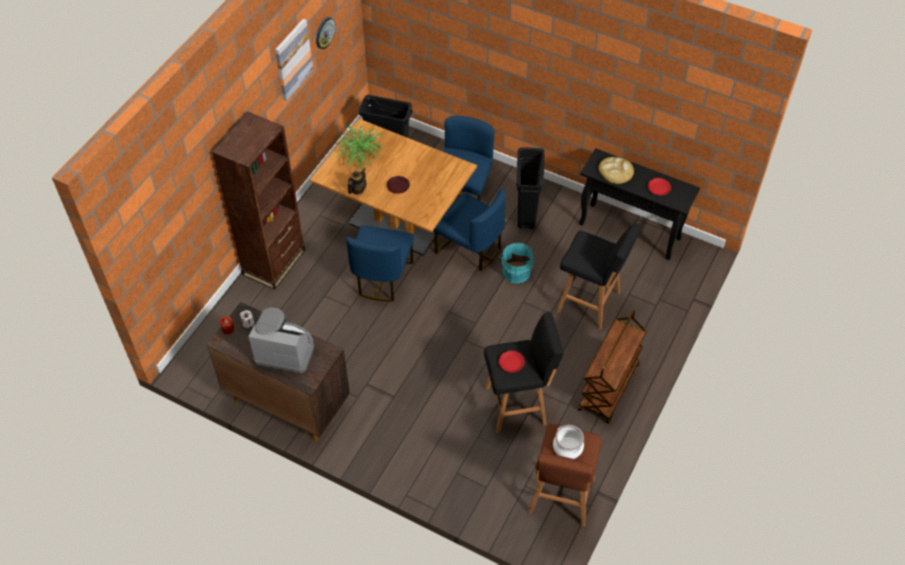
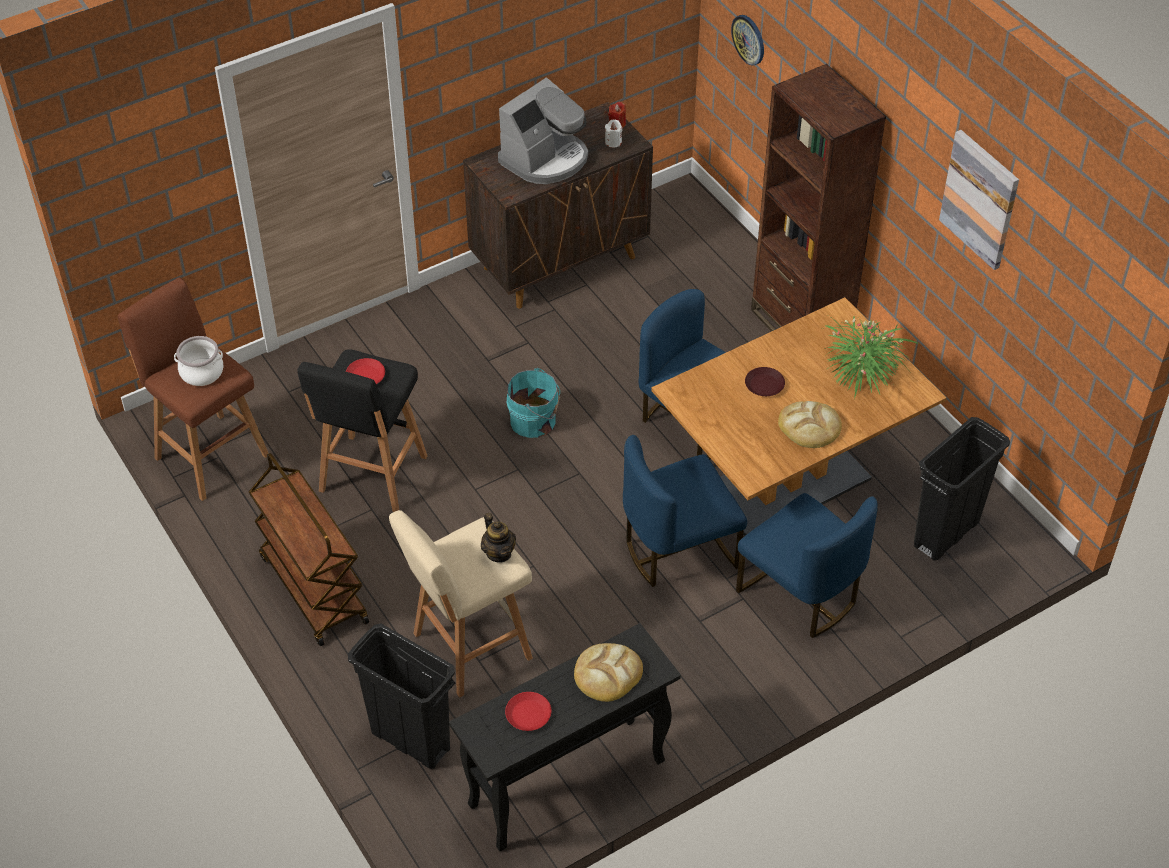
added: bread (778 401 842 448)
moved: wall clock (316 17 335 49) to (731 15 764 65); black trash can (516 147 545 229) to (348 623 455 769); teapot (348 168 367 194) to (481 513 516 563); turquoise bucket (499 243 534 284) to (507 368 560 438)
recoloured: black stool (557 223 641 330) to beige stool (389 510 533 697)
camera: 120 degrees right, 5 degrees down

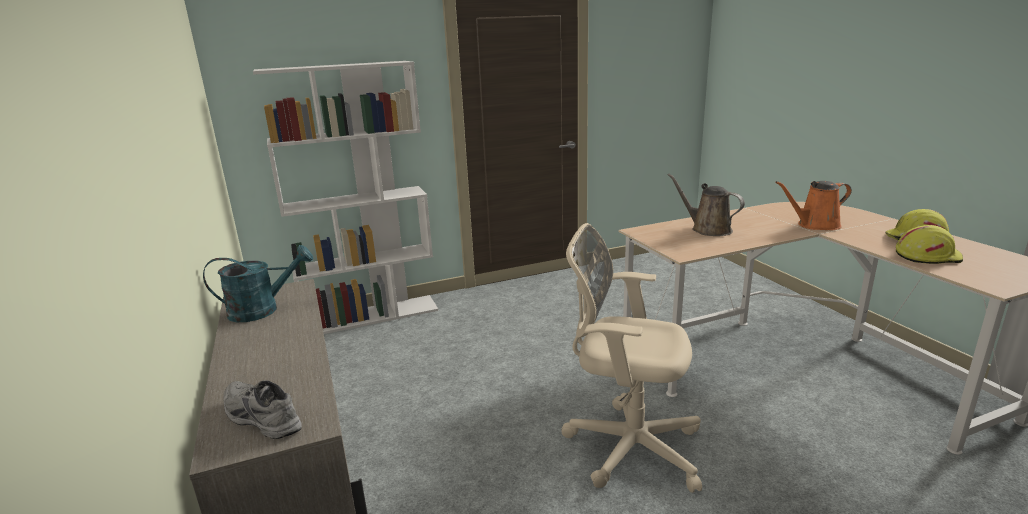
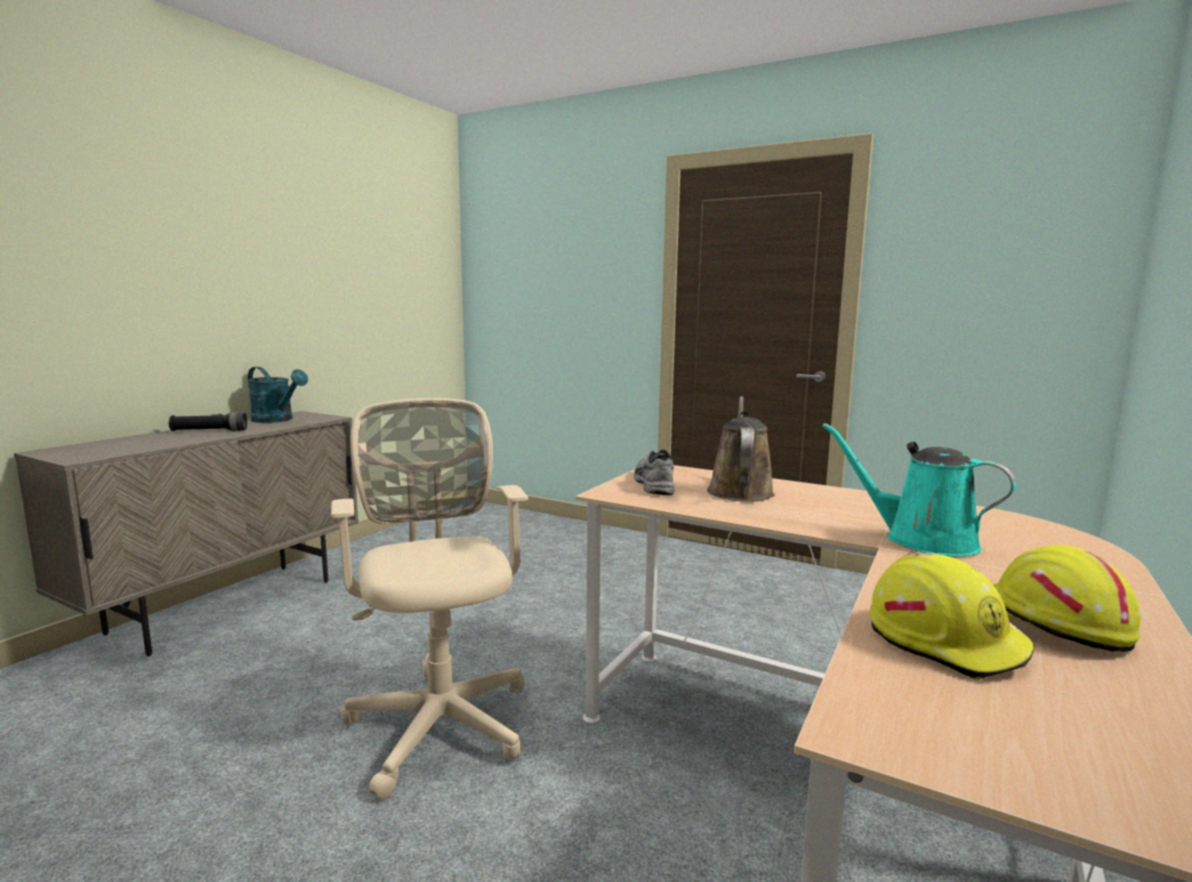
removed: white bookcase (253 61 438 334)
added: black flashlight (169 412 247 431)
moved: grey shoe (223 380 302 439) to (634 449 675 495)
recoloured: orange watering can (775 181 852 230) to turquoise watering can (822 423 1016 556)
camera: 50 degrees right, 10 degrees down

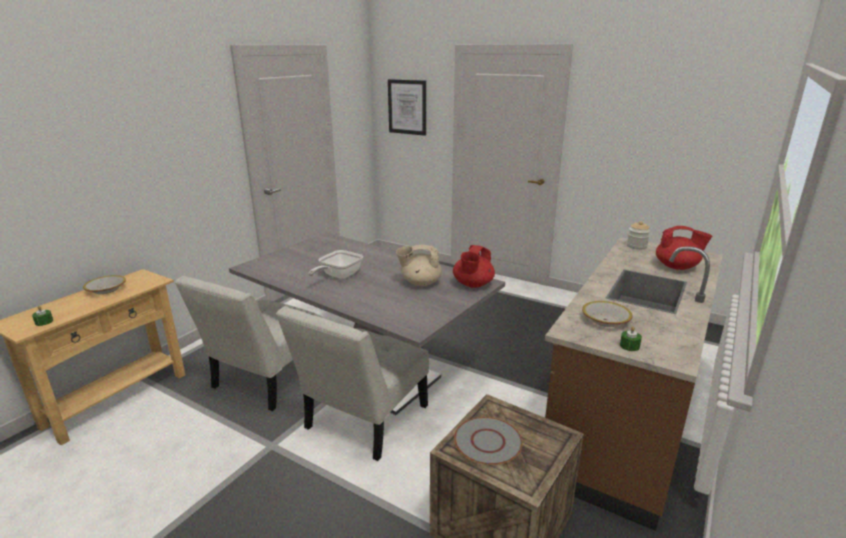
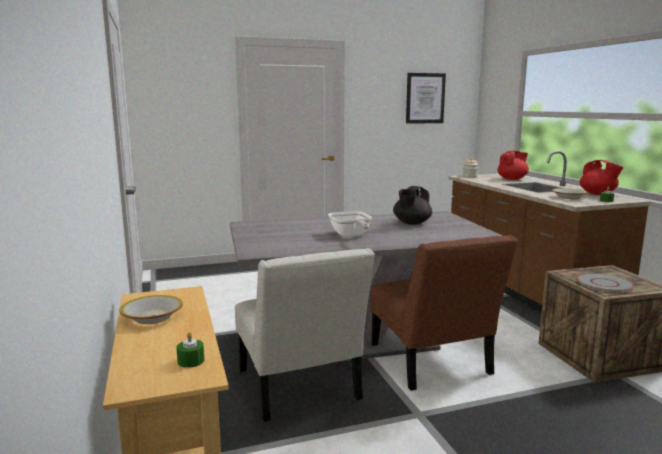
moved: picture (388 79 426 136) to (406 73 446 124); red teapot (453 245 495 288) to (580 160 623 195)
recoloured: beige teapot (396 245 442 286) to black teapot (393 186 432 225); white chair (276 306 429 461) to brown chair (370 235 518 391)
camera: 50 degrees left, 10 degrees down

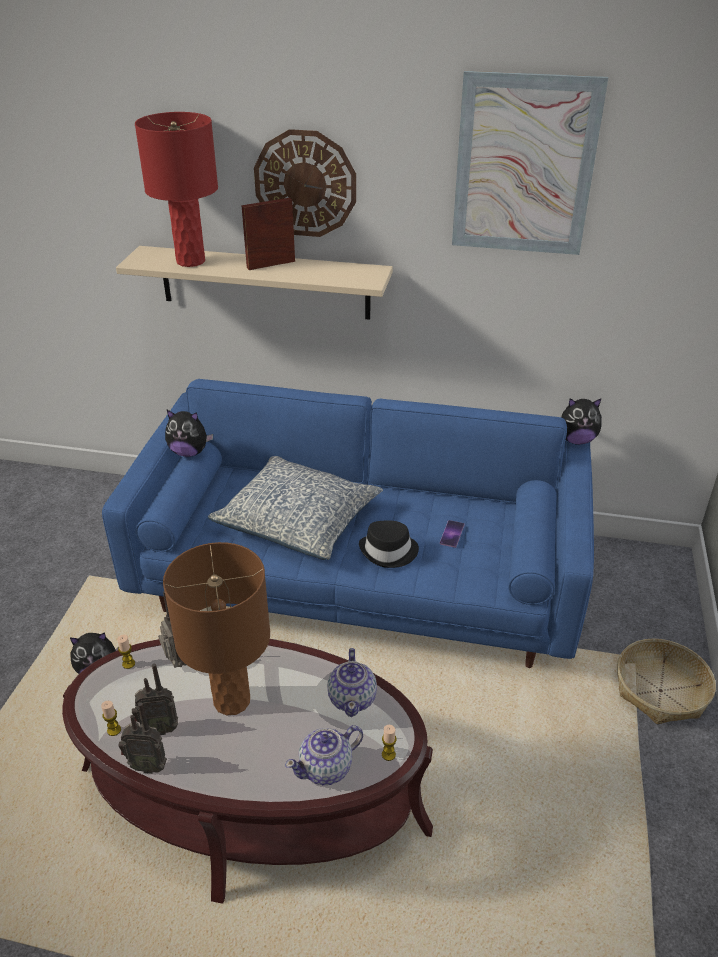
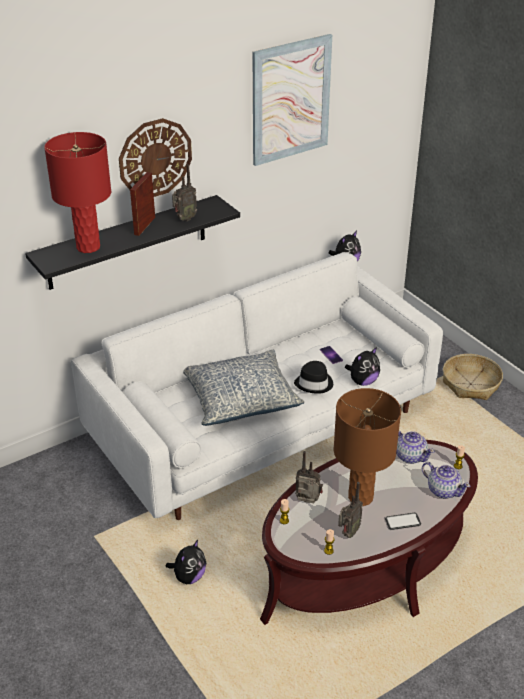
added: phone (385 513 421 530)
moved: plush toy (165 409 213 457) to (345 347 380 386); radio (118 703 167 774) to (172 164 197 221)
recoloured: beige shelf (116 246 393 320) to black shelf (25 195 240 290); blue sofa (102 379 594 668) to white sofa (71 252 443 520)
turned: teapot (285 725 363 785) = (422 462 471 499) 60 degrees counterclockwise
camera: 45 degrees left, 0 degrees up

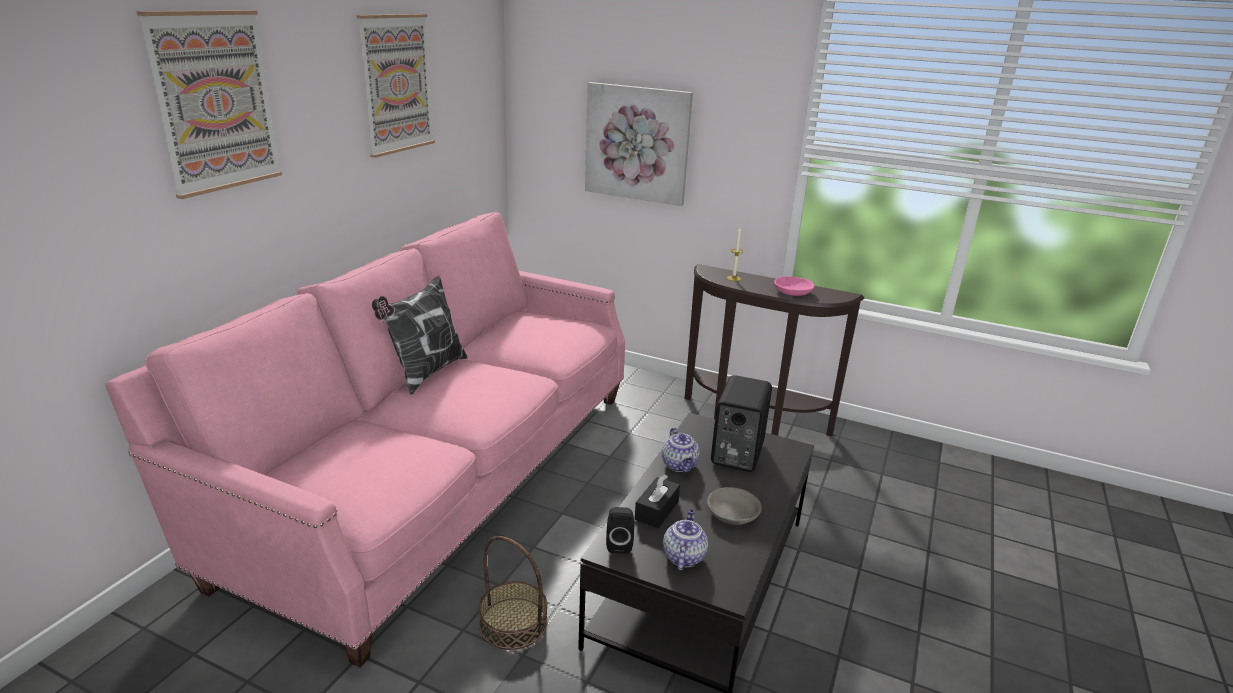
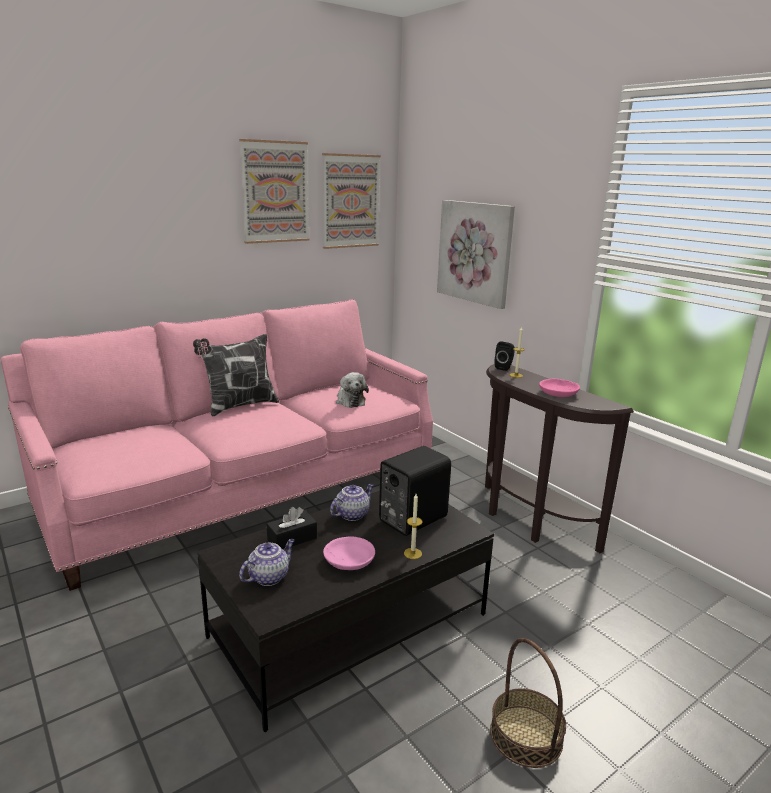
added: plush toy (336 372 369 408); candle (404 494 423 559)
moved: picture (137 10 282 199) to (322 153 381 249); black speaker (606 507 634 554) to (494 341 515 371); basket (478 536 548 650) to (490 638 566 768)
recoloured: grey bowl (707 487 762 525) to pink bowl (323 537 375 570)
turned: teapot (662 427 700 472) = (330 484 374 521) 150 degrees counterclockwise
camera: 30 degrees right, 5 degrees down

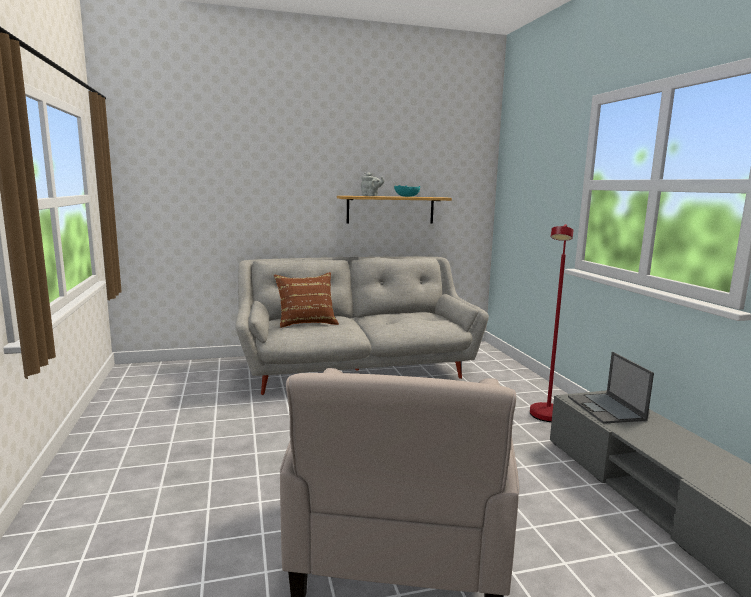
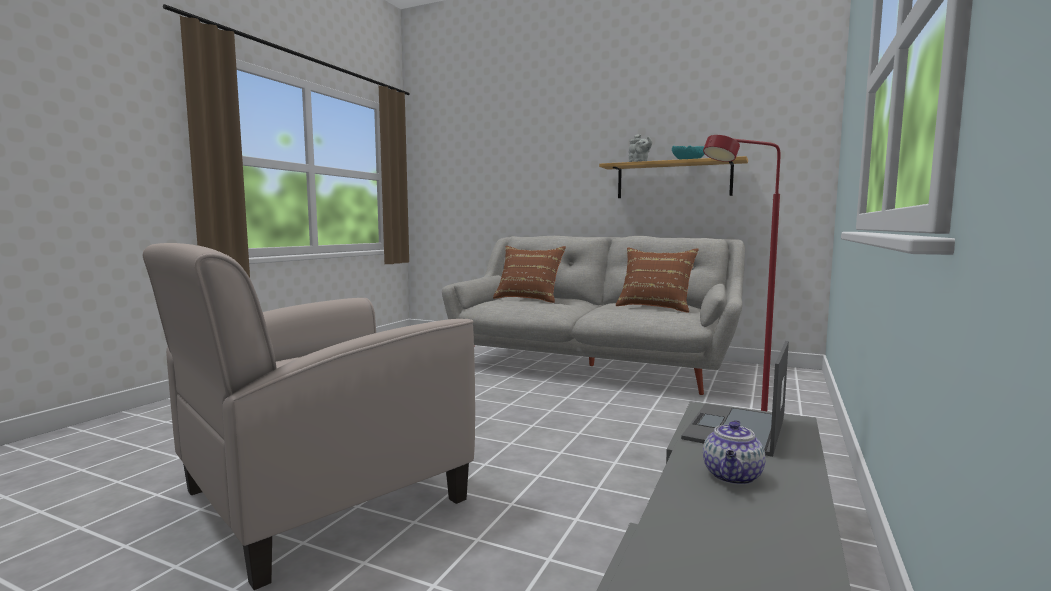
added: brown pillow (616 248 699 312); teapot (703 420 766 485)
camera: 40 degrees right, 5 degrees down

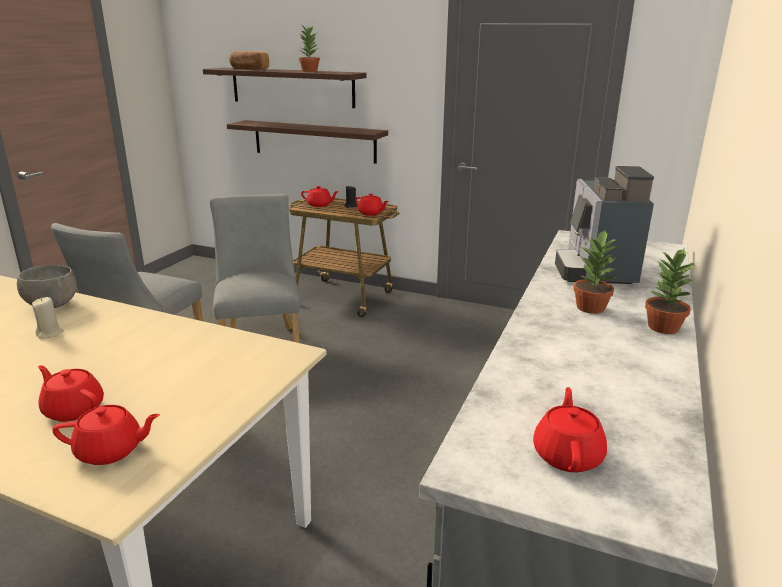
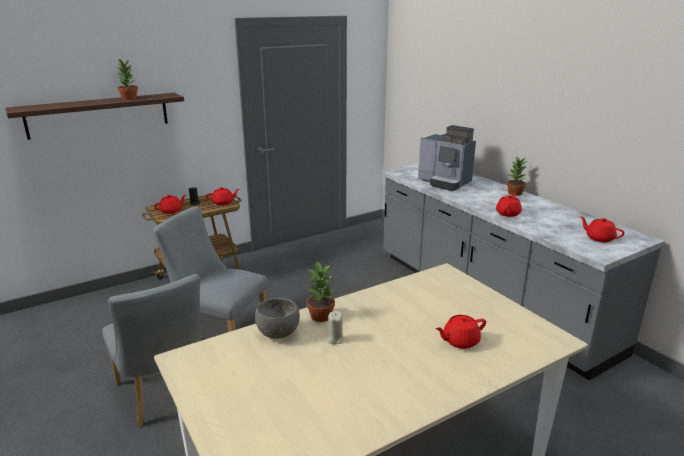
removed: bread (229 51 269 70); shelf (227 120 388 164)
moved: potted plant (573 230 617 314) to (306 262 335 322); red teapot (52 405 160 465) to (496 193 522 217)
camera: 55 degrees left, 0 degrees up

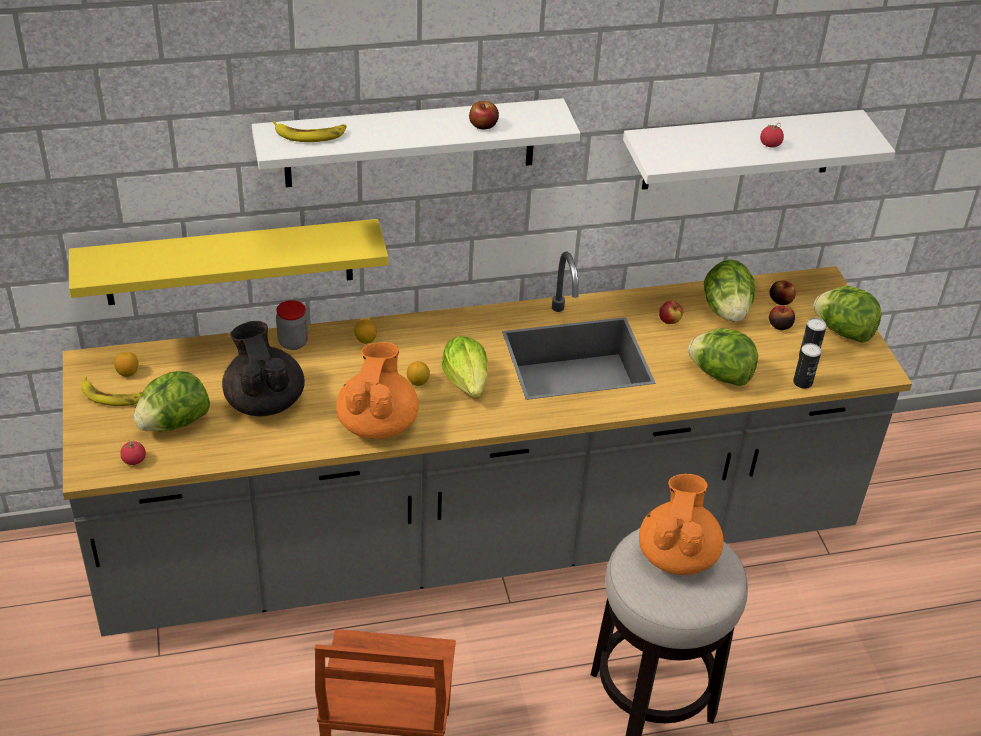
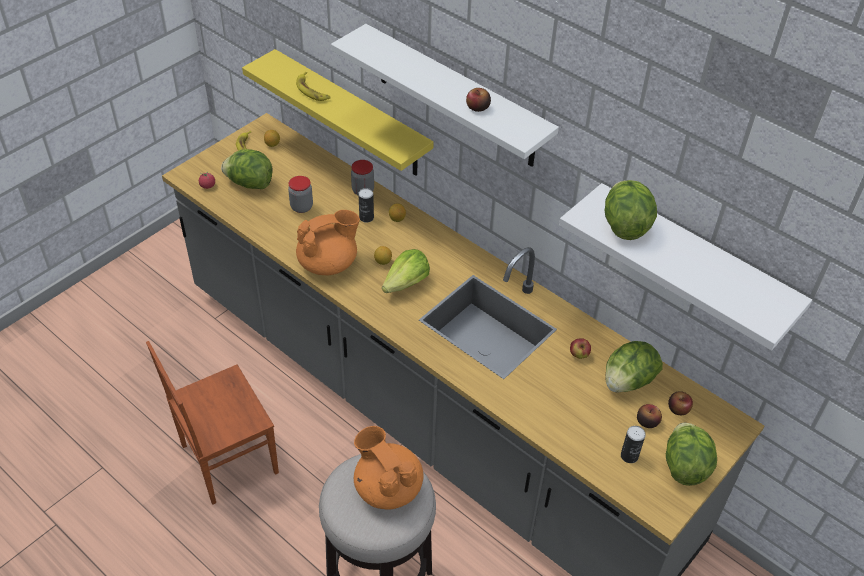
removed: tomato (760 123 784 148)
moved: banana (273 121 347 142) to (296 72 331 101); lettuce (688 328 758 386) to (605 180 657 240); can (793 343 821 389) to (358 188 374 223)
replaced: black teapot (222 321 305 416) to jar (288 176 313 213)
turned: orange teapot (639 474 724 575) = (354 426 424 509) 105 degrees counterclockwise
camera: 55 degrees right, 5 degrees up

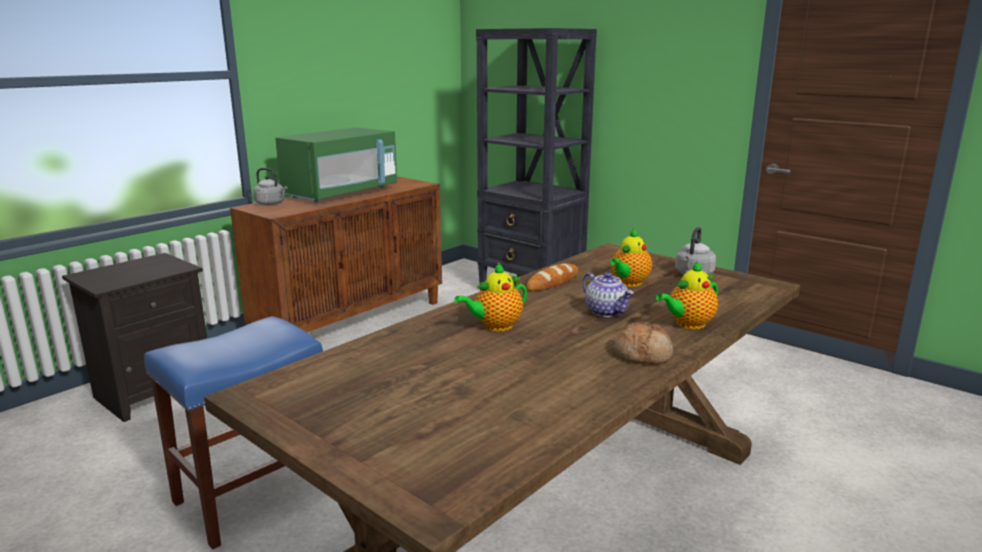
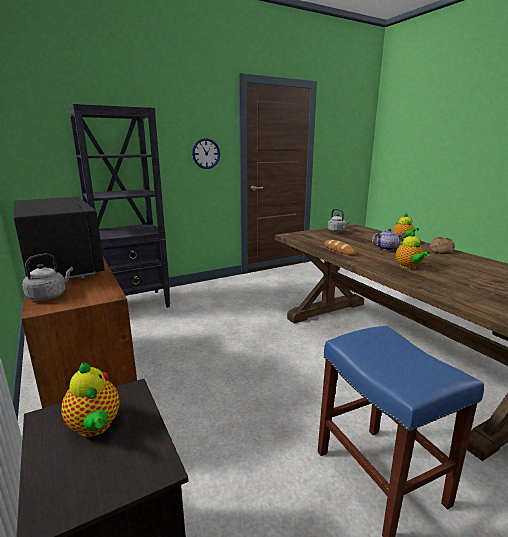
added: wall clock (192 138 220 169)
moved: teapot (610 228 652 287) to (61 362 120 437)
recoloured: green microwave (275 127 397 203) to black microwave (13 196 105 279)
camera: 70 degrees left, 0 degrees up

